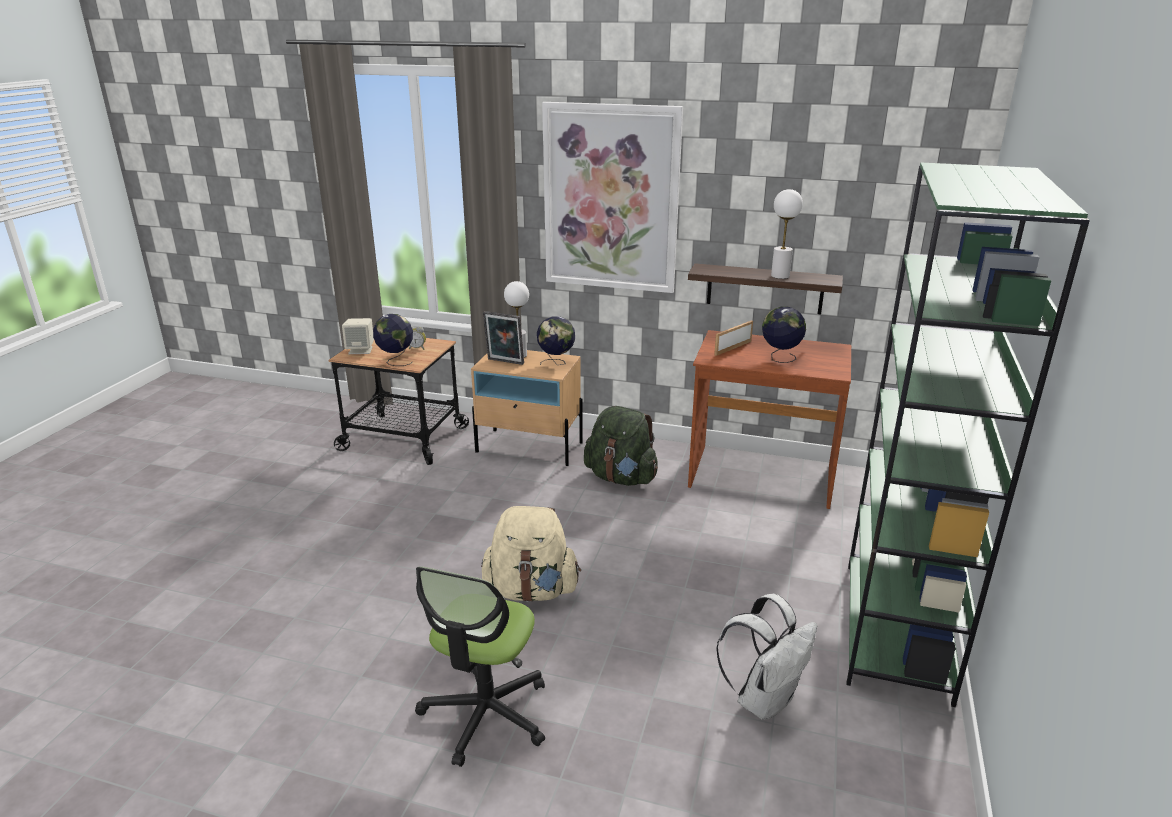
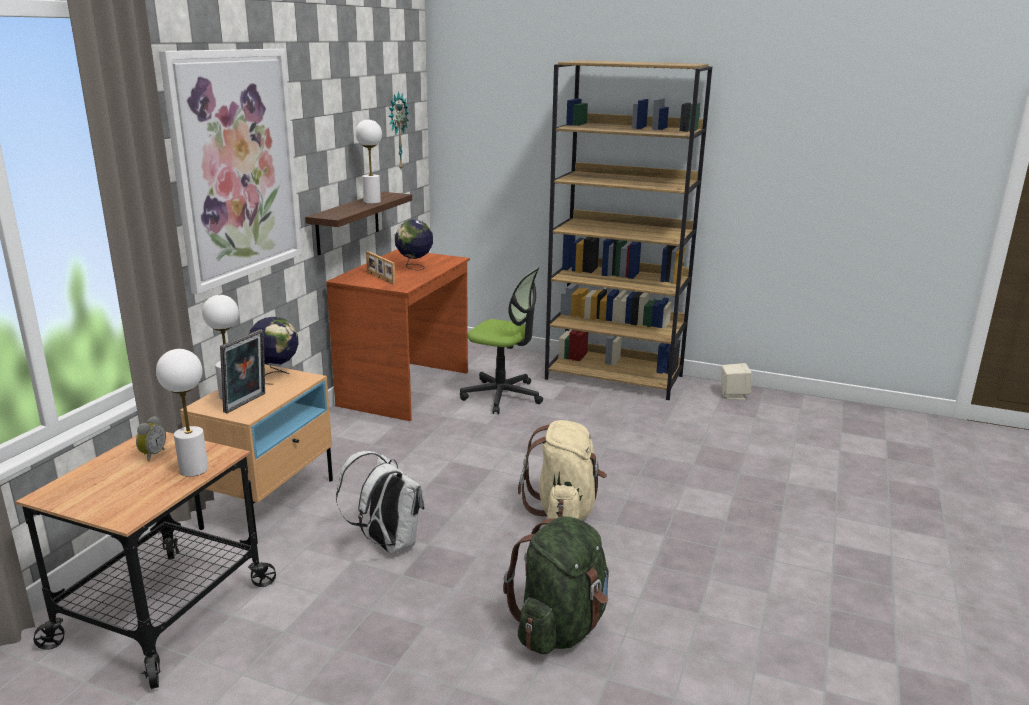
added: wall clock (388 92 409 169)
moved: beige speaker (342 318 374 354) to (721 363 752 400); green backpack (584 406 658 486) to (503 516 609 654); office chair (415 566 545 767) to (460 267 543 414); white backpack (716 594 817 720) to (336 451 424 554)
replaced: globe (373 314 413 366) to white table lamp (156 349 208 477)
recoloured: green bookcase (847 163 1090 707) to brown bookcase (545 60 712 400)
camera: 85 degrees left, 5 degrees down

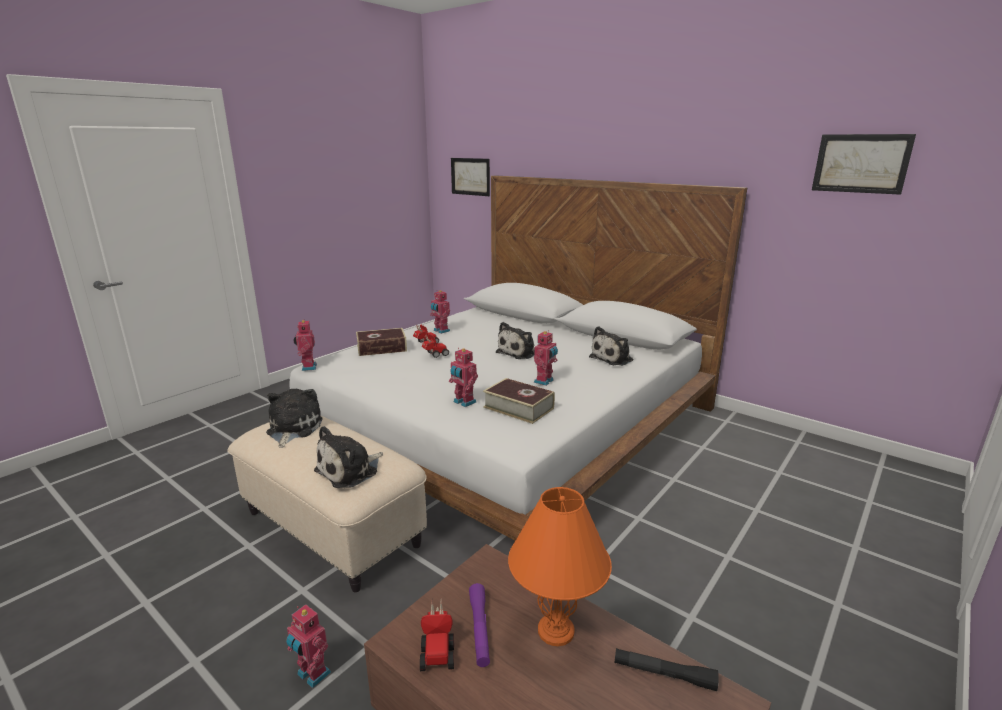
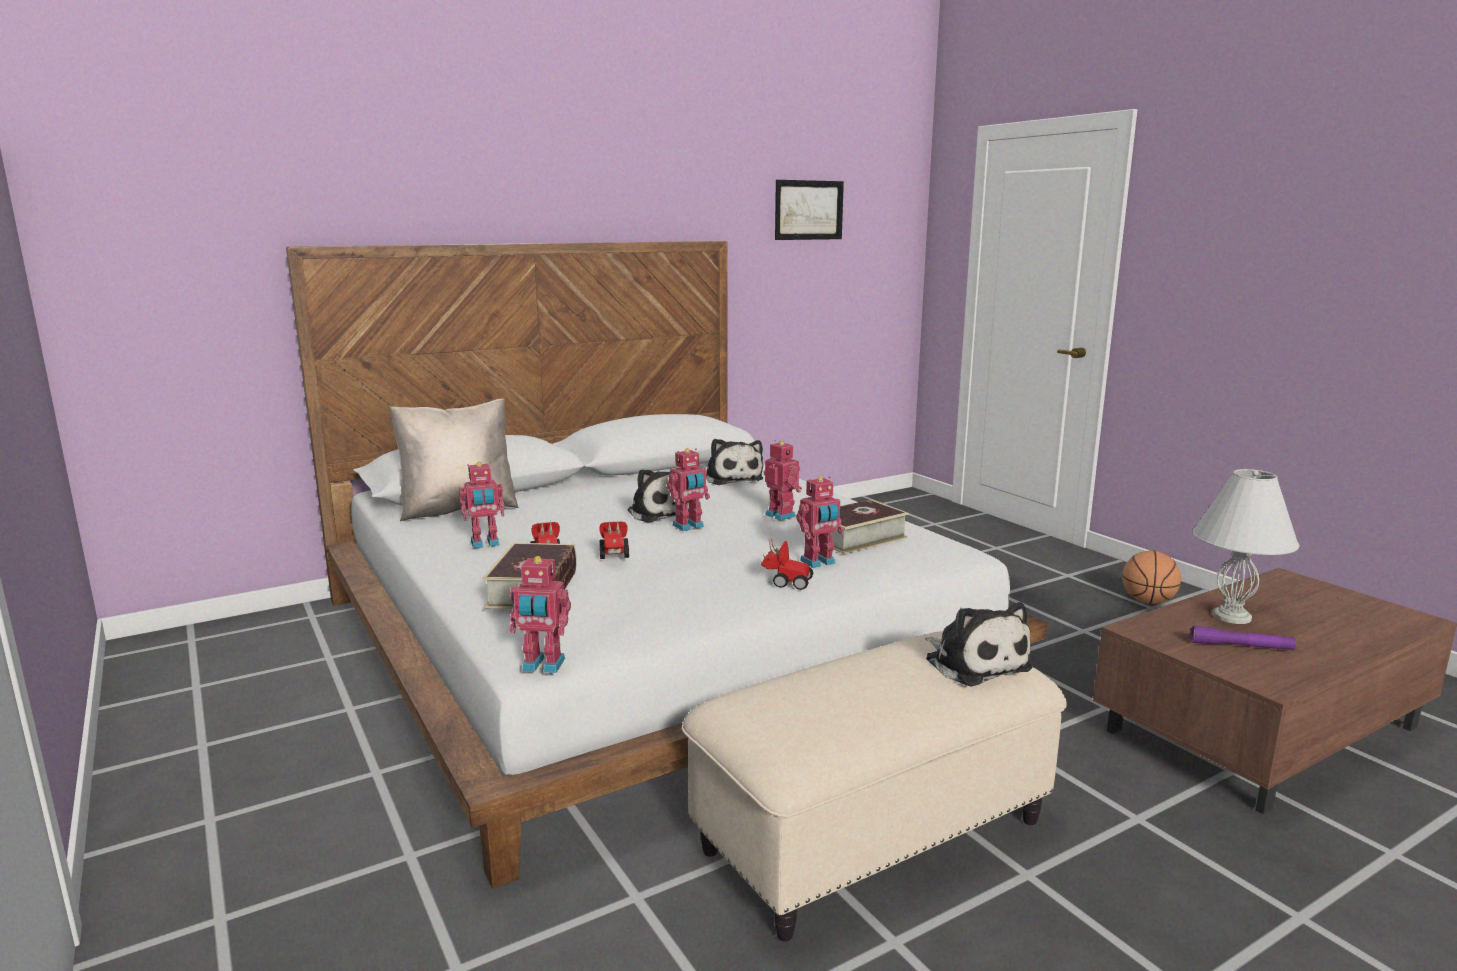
removed: picture (451 158 490 196); plush toy (266 389 323 448); black flashlight (614 648 719 691)
added: beige pillow (389 399 519 521); basketball (1122 550 1181 604)
moved: toy car (420 600 454 671) to (761 538 813 590); toy robot (286 605 331 688) to (667 448 710 531)
recoloured: orange table lamp (508 487 612 646) to white table lamp (1193 469 1300 624)
camera: 70 degrees left, 5 degrees down

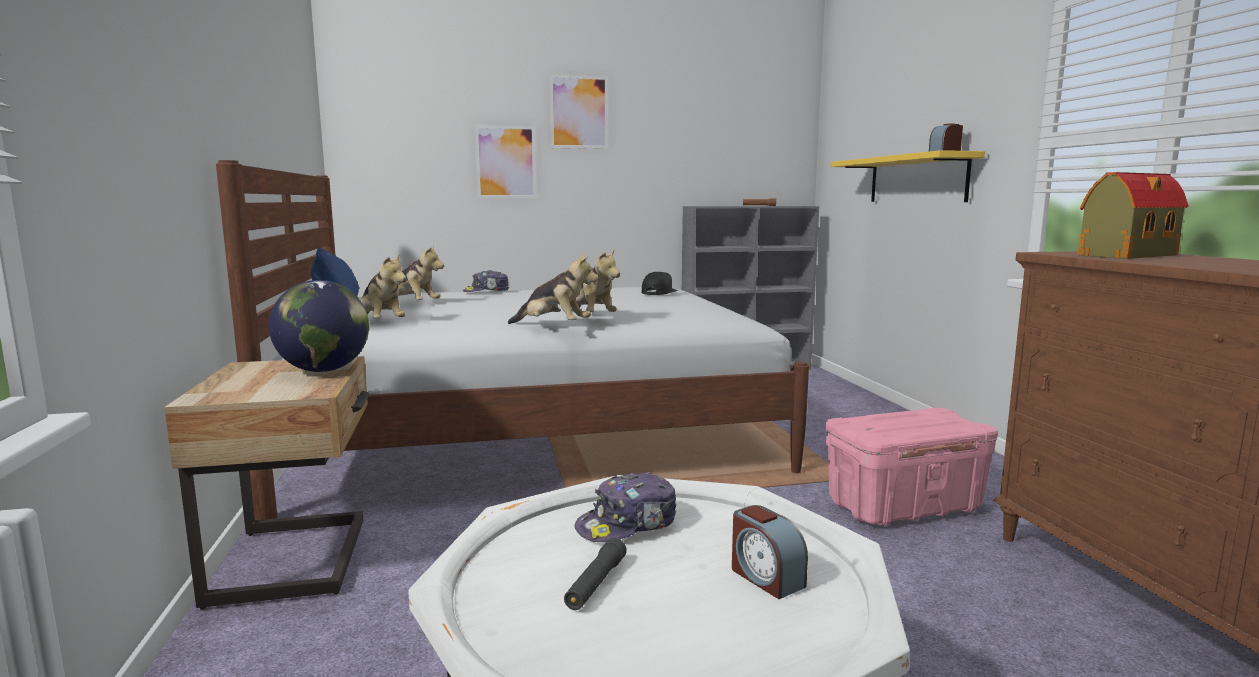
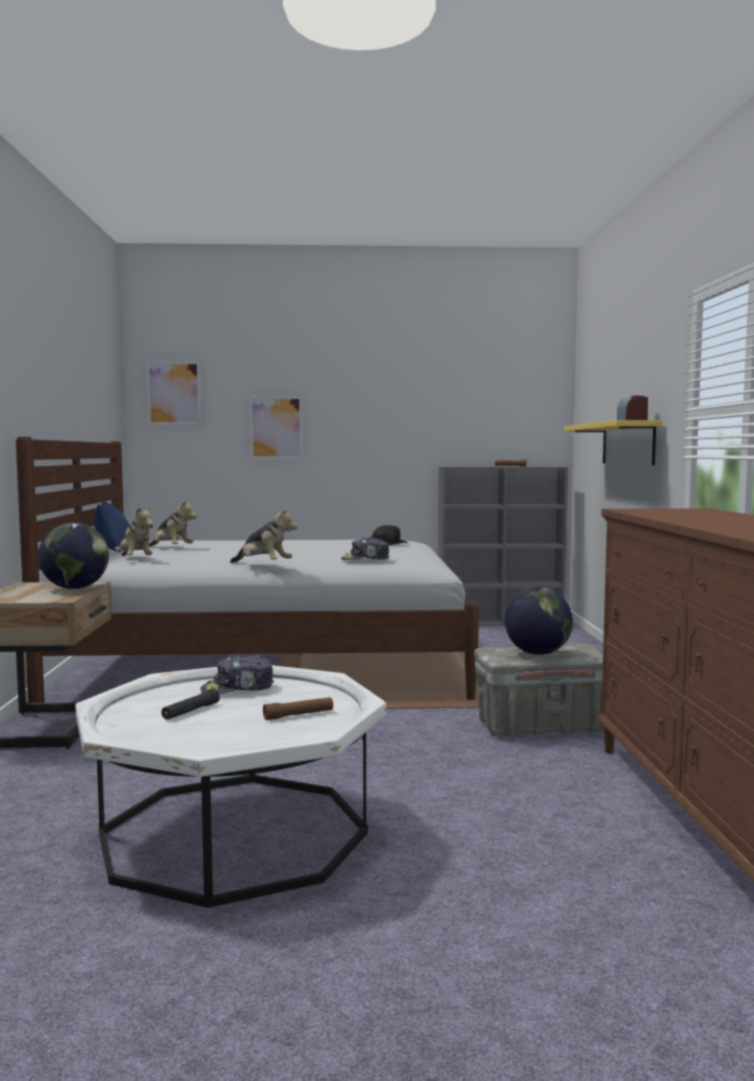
removed: toy house (1078 172 1189 259); plush toy (571 250 620 312)
added: globe (505 587 573 655)
moved: picture (549 74 608 149) to (146 361 201 425); cap (463 270 509 292) to (341 537 390 560)
replaced: alarm clock (732 505 808 599) to brown flashlight (263 697 333 720)
recoloured: pink storage box (825 408 998 526) to grey storage box (474 644 604 737)
camera: 10 degrees right, 5 degrees down

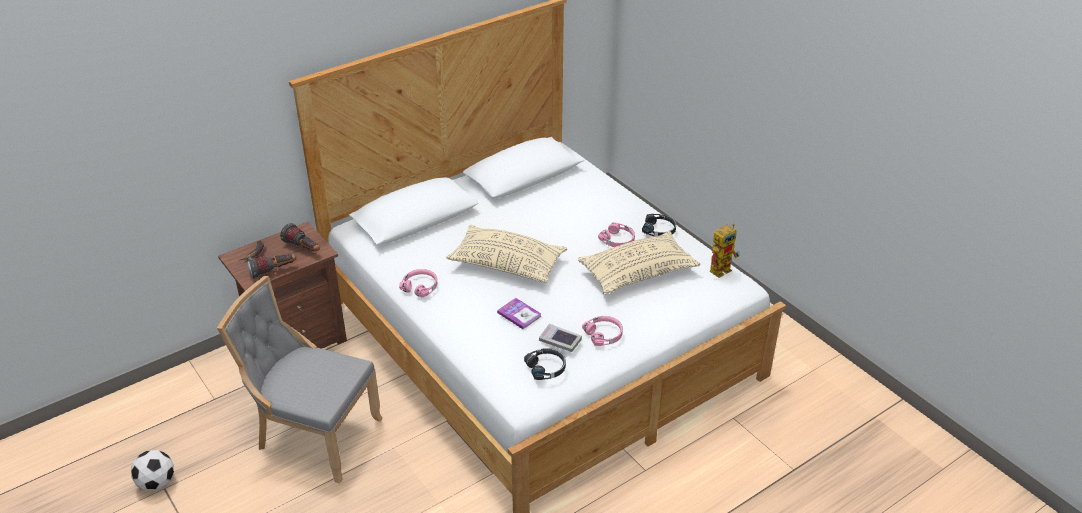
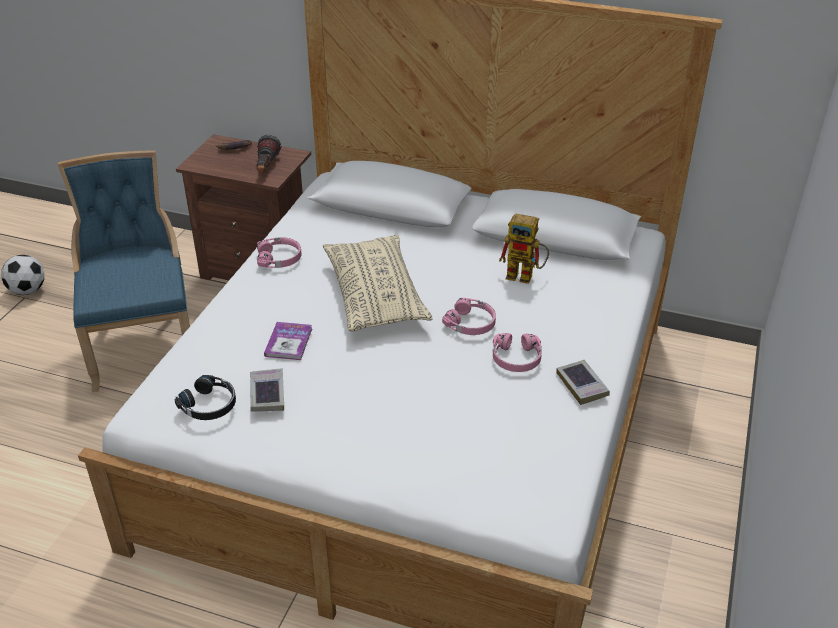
removed: beige pillow (578 231 700 295); flashlight (247 254 296 279)
moved: toy robot (710 224 740 278) to (499 213 549 284); pink headphones (582 316 623 346) to (442 298 496 335)
replaced: black headphones (642 214 676 237) to book (556 360 610 405)
recoloured: grey chair (217 276 383 484) to blue chair (58 150 190 392)
camera: 55 degrees right, 0 degrees up

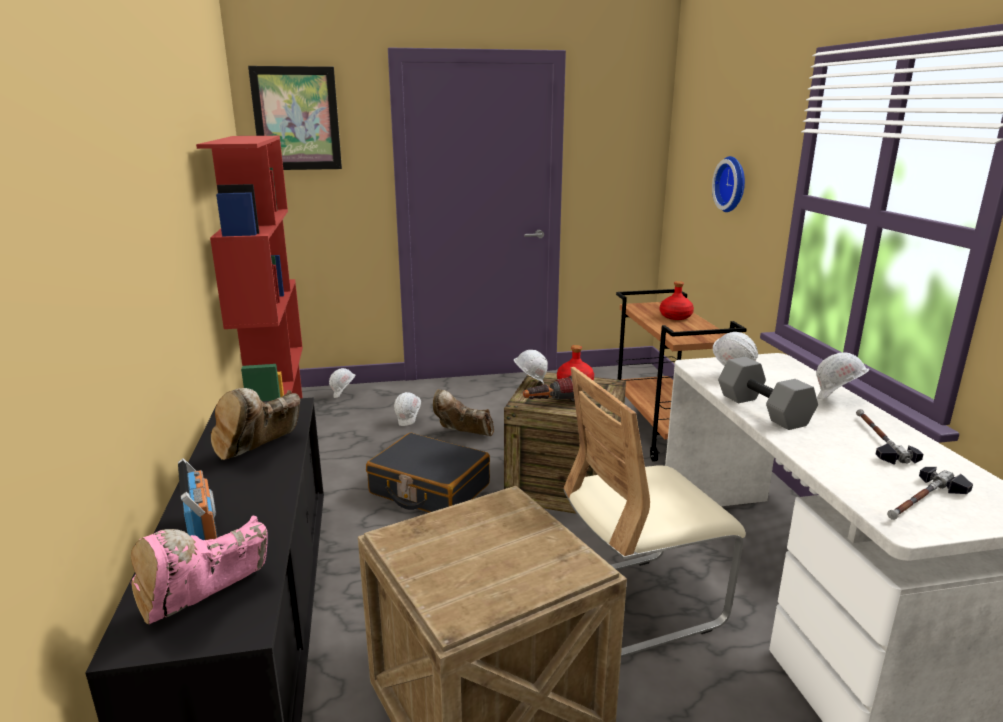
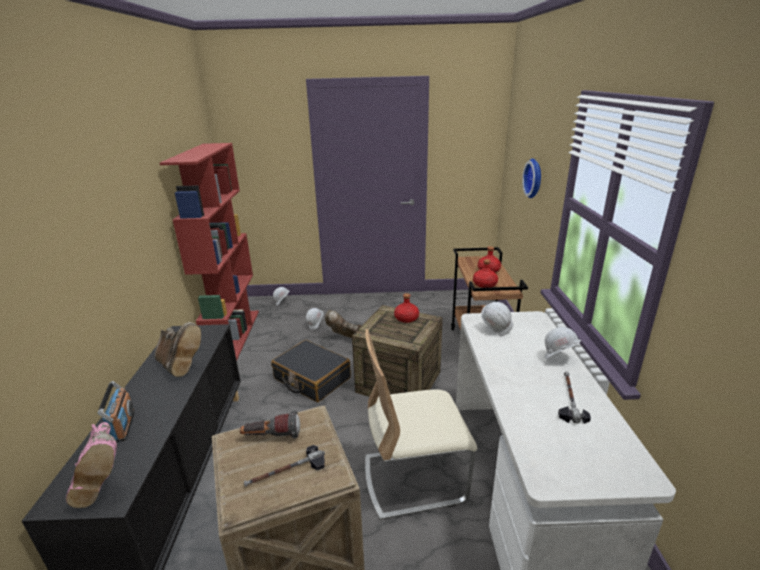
removed: picture (248 66 342 170); white hard hat (514 350 548 384); grey dumbbell (718 357 818 430)
added: red bottle (473 259 498 288)
moved: flashlight (523 375 575 401) to (240 411 300 439); hammer (887 467 973 520) to (244 445 325 487)
turned: brown boot (210 388 300 460) = (155 322 201 377) 90 degrees counterclockwise; pink boot (130 516 268 624) = (66 422 117 508) 75 degrees counterclockwise
camera: 10 degrees right, 5 degrees up

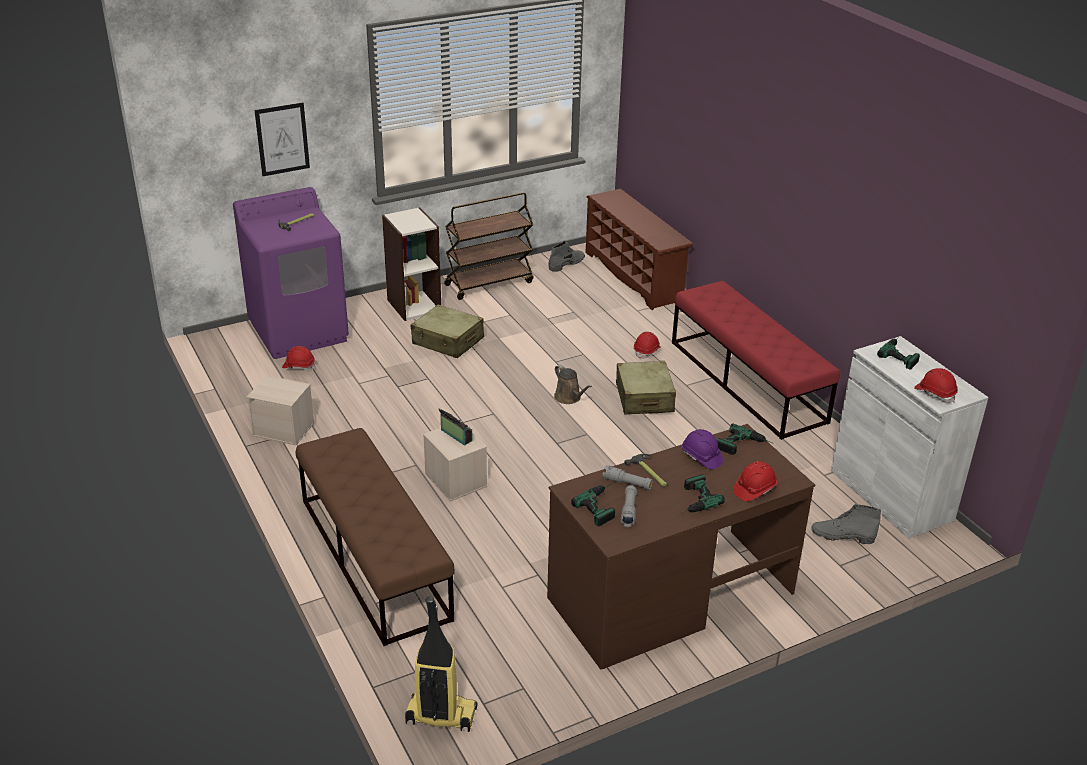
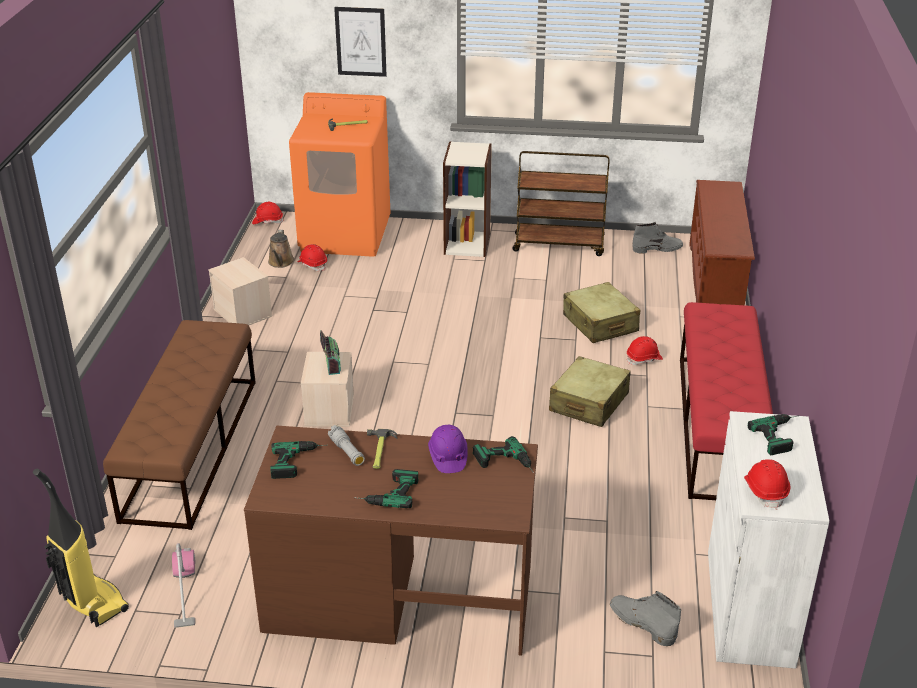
removed: grey flashlight (621 485 637 527)
added: vacuum cleaner (172 543 195 628)
moved: beige suitcase (411 304 484 358) to (563 282 640 343); brown watering can (554 365 592 404) to (268 230 295 268); red hard hat (733 461 777 501) to (252 202 284 224)
recoloured: purple washing machine (233 187 349 359) to orange washing machine (289 92 390 257)
camera: 35 degrees right, 0 degrees up

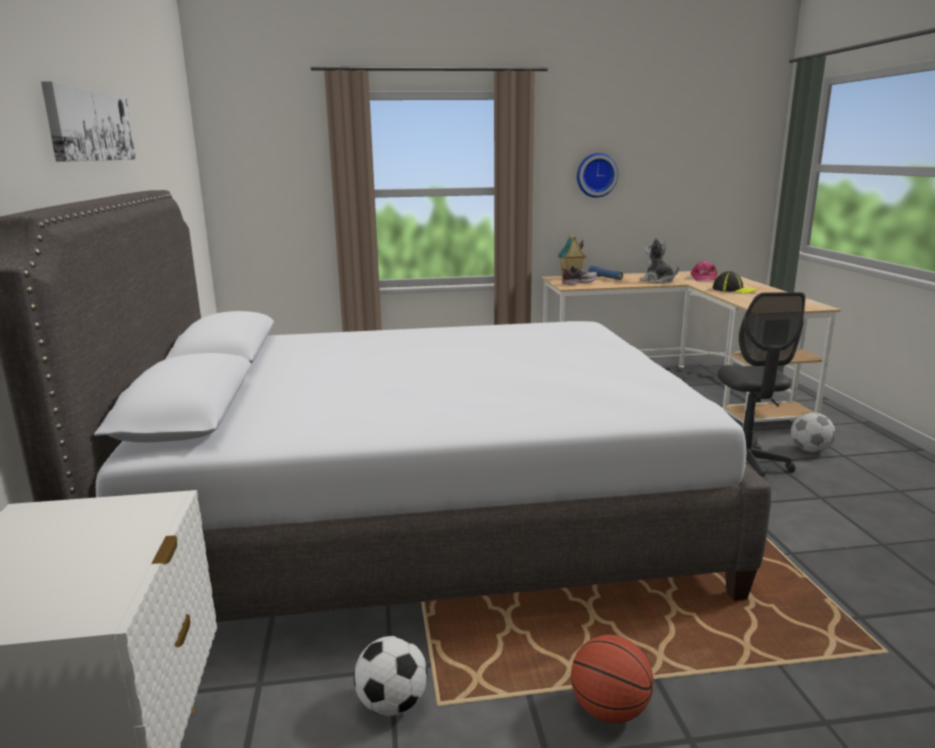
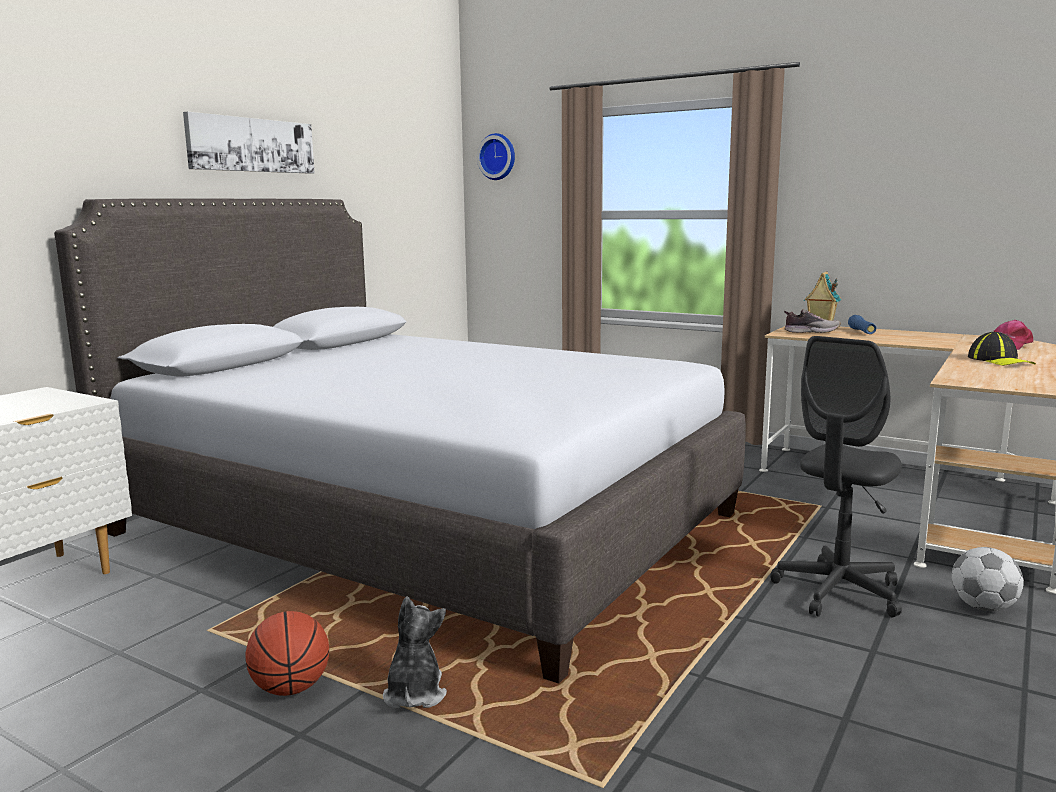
removed: football (354 636 428 716)
moved: wall clock (577 153 618 198) to (477 133 515 180); plush toy (640 237 679 284) to (383 596 447 708)
camera: 40 degrees right, 5 degrees down

